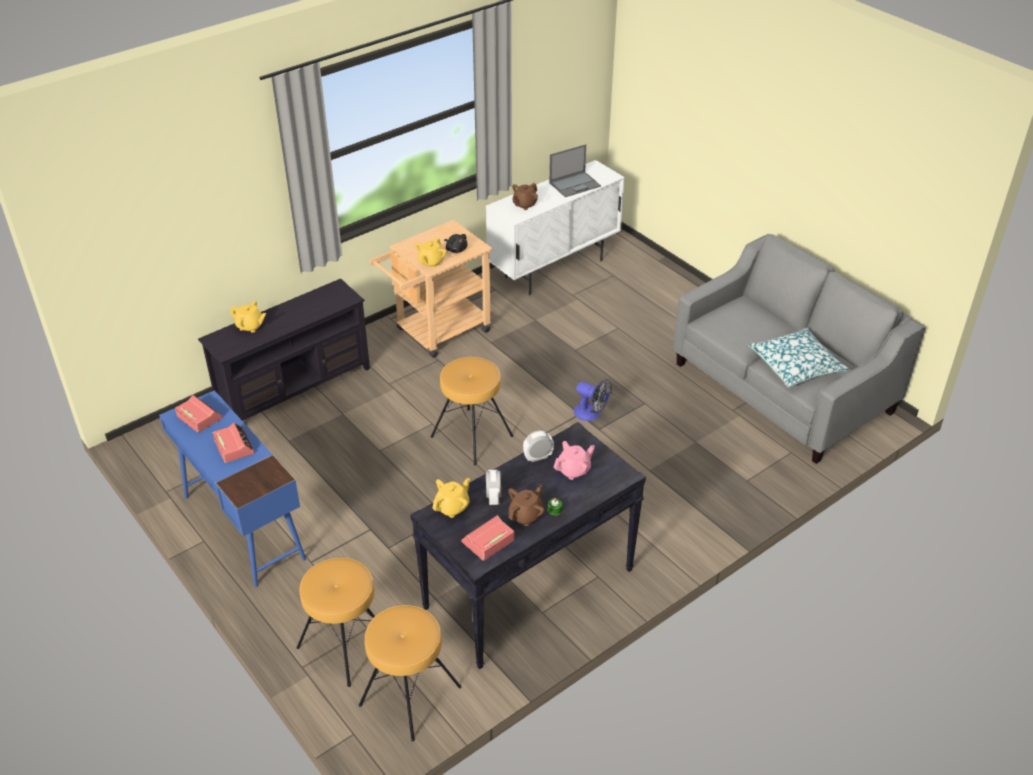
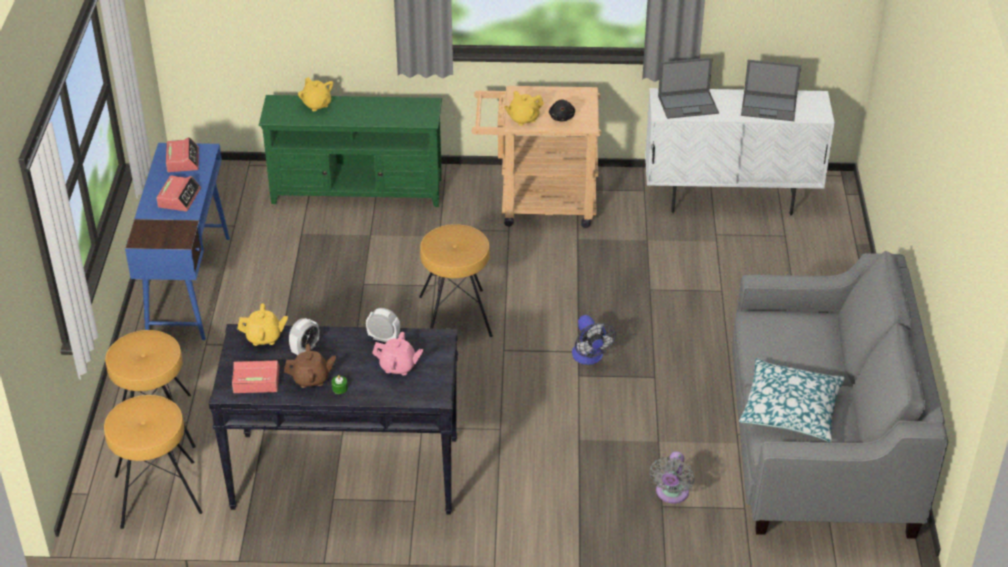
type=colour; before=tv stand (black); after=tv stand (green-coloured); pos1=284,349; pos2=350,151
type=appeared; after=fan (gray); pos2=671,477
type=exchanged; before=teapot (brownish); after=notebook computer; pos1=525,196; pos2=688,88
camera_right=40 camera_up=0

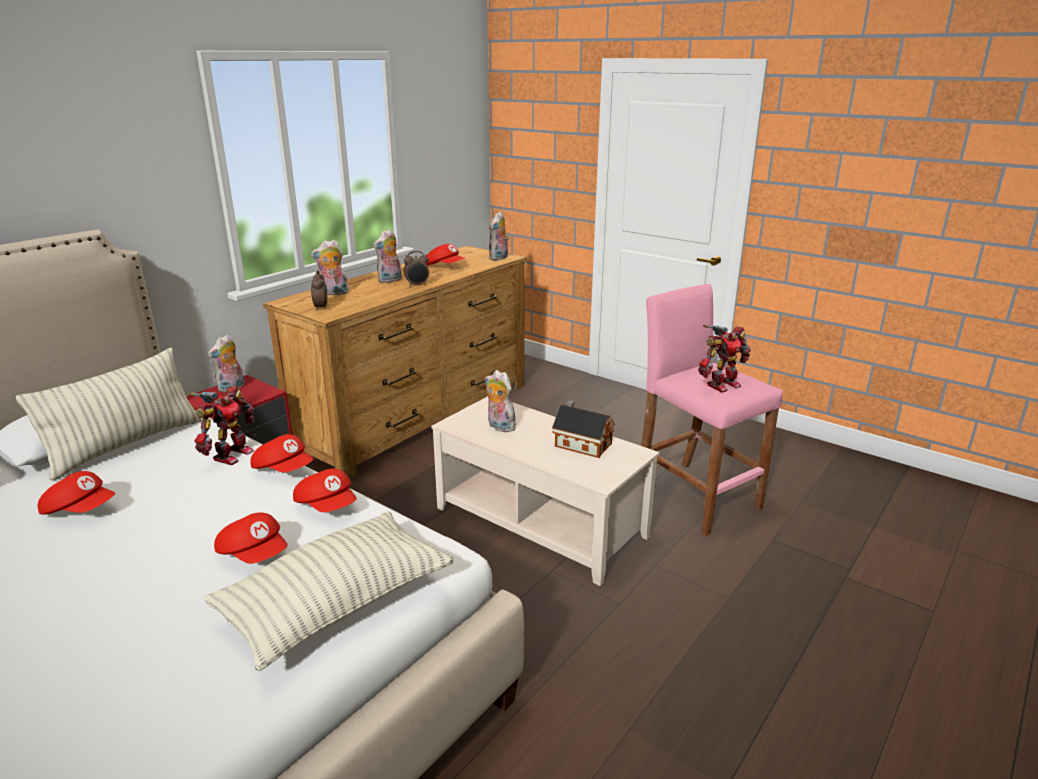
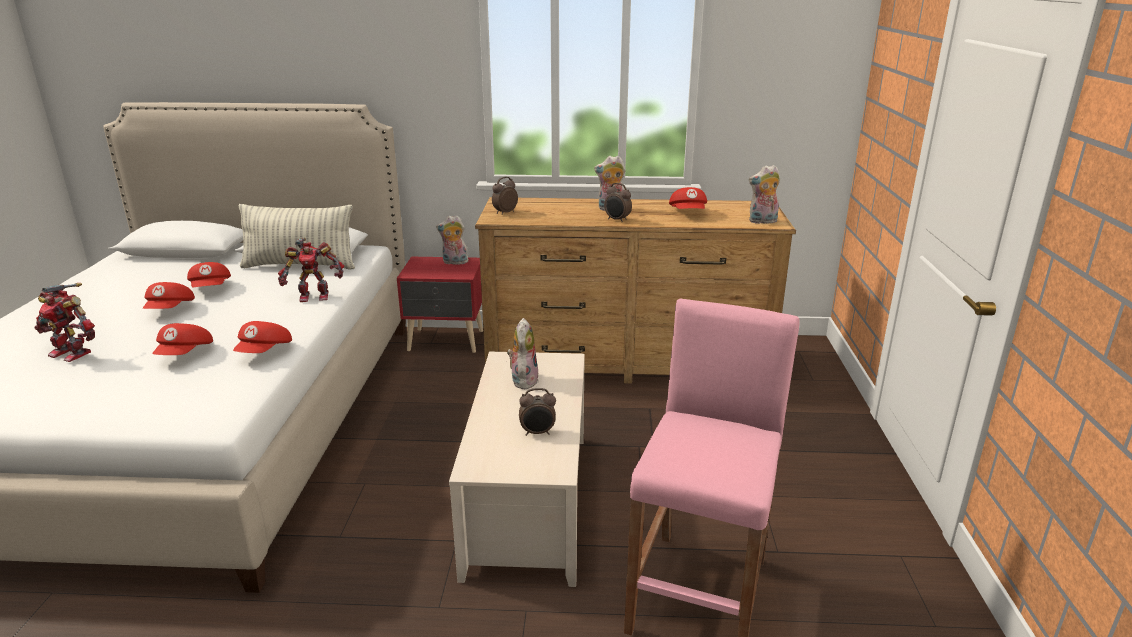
type=relocated; before=toy robot; pos1=724,359; pos2=65,322
type=relocated; before=baseball cap (reddish); pos1=281,453; pos2=169,295
type=exchanged; before=model house; after=alarm clock; pos1=583,429; pos2=537,412
type=missing; before=pillow; pos1=328,591
type=missing; before=soft toy; pos1=330,267
camera_right=55 camera_up=0

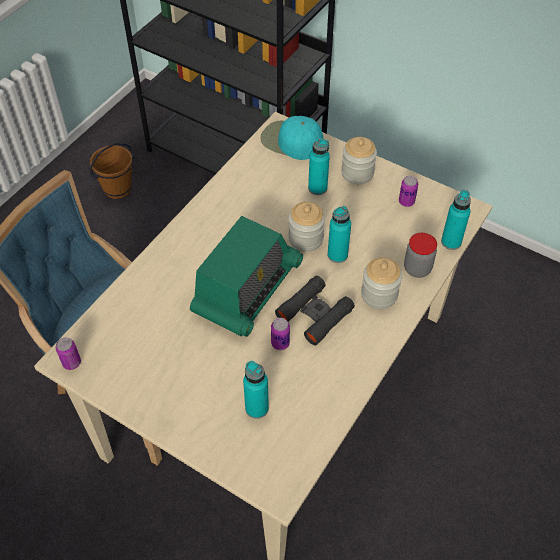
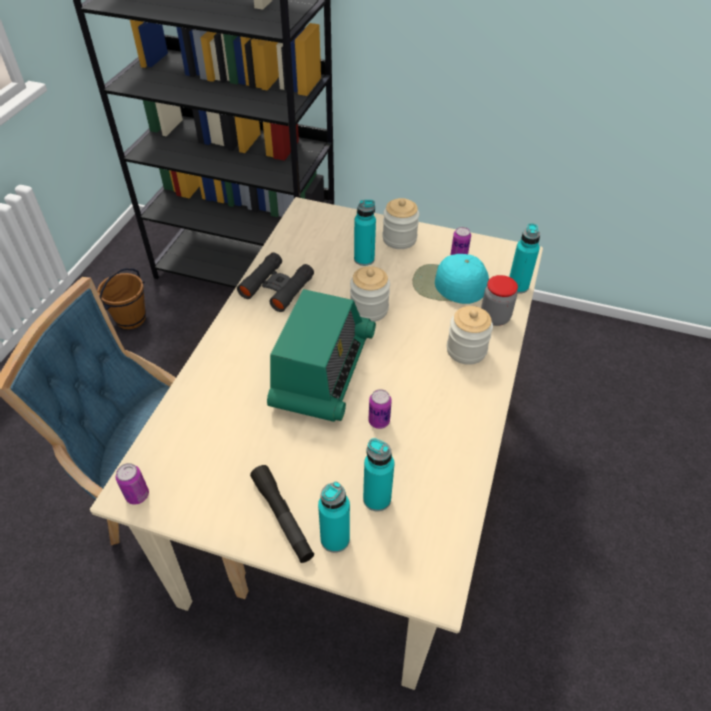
type=relocated; before=pair of binoculars (black); pos1=315,310; pos2=275,282
type=appeared; after=hand torch (black); pos2=282,514
type=relocated; before=drink bottle (turquoise-coloured); pos1=339,234; pos2=334,517
type=relocated; before=baseball cap (turquoise-coloured); pos1=291,138; pos2=450,279
camera_right=-15 camera_up=-5

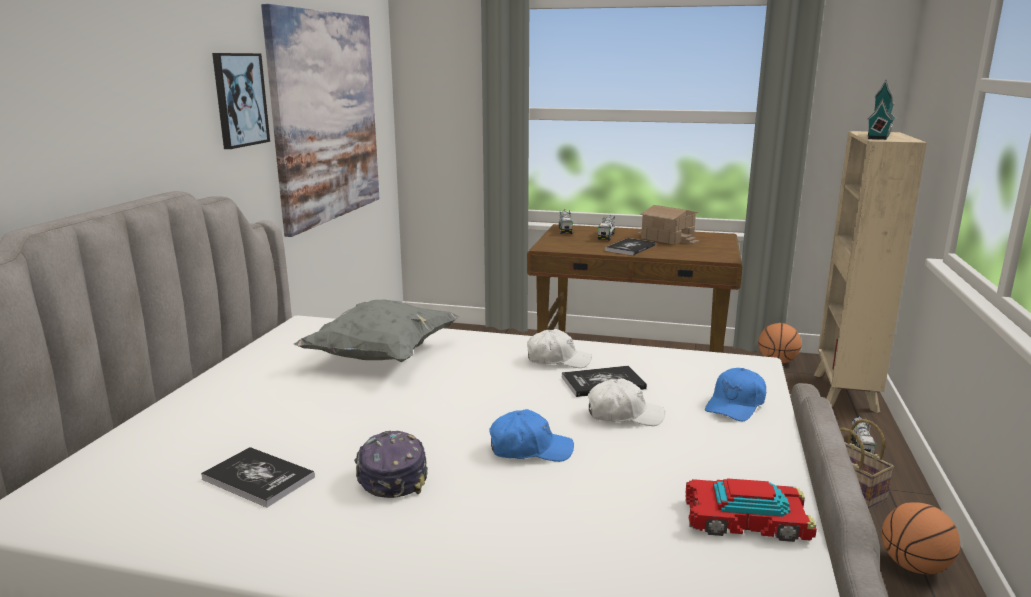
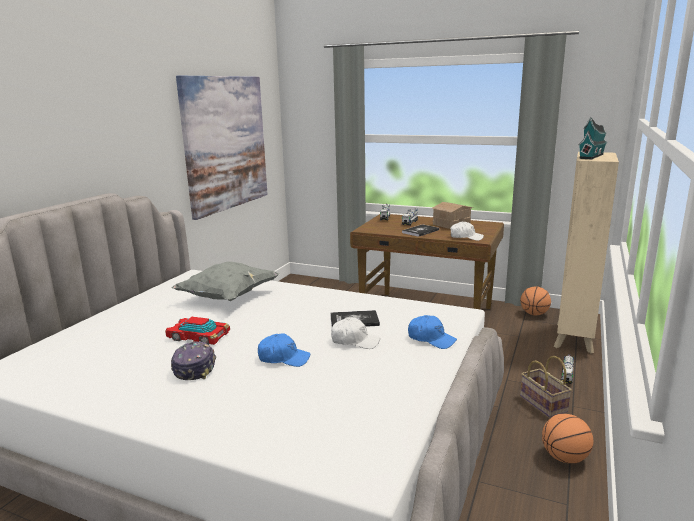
type=relocated; before=model car; pos1=751,510; pos2=197,331
type=spun; before=baseball cap (bluish); pos1=735,395; pos2=432,332; turn=-105
type=relocated; before=baseball cap (whitish); pos1=559,348; pos2=467,231
type=missing; before=volume; pos1=258,477
type=missing; before=picture; pos1=241,101
camera_right=10 camera_up=0

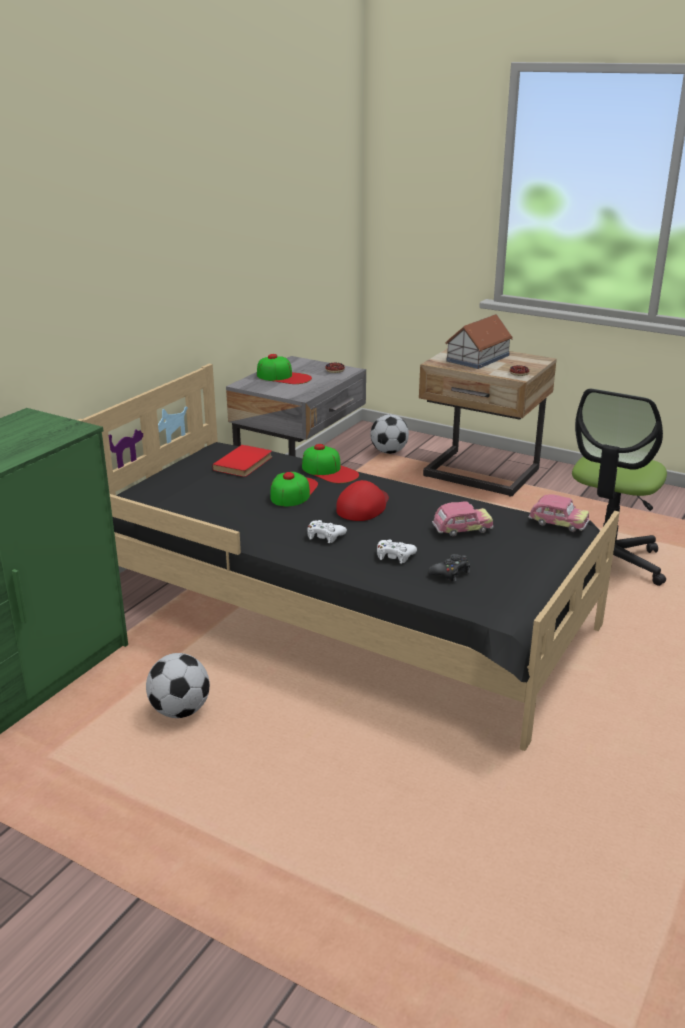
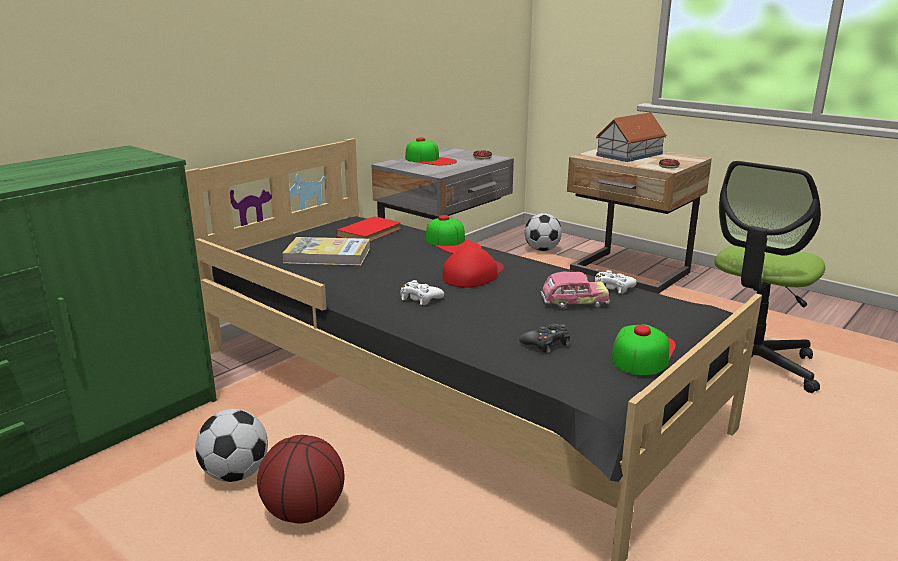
type=appeared; after=ball for basketball; pos2=300,479
type=appeared; after=volume; pos2=326,251
type=relocated; before=gamepad (whitish); pos1=397,551; pos2=615,282
type=relocated; before=baseball cap; pos1=294,489; pos2=643,349
type=missing; before=model car; pos1=558,513
camera_right=10 camera_up=-5

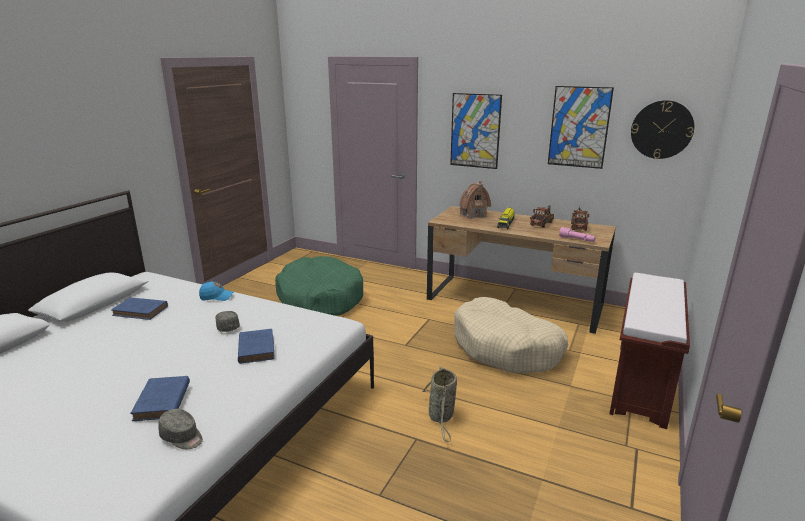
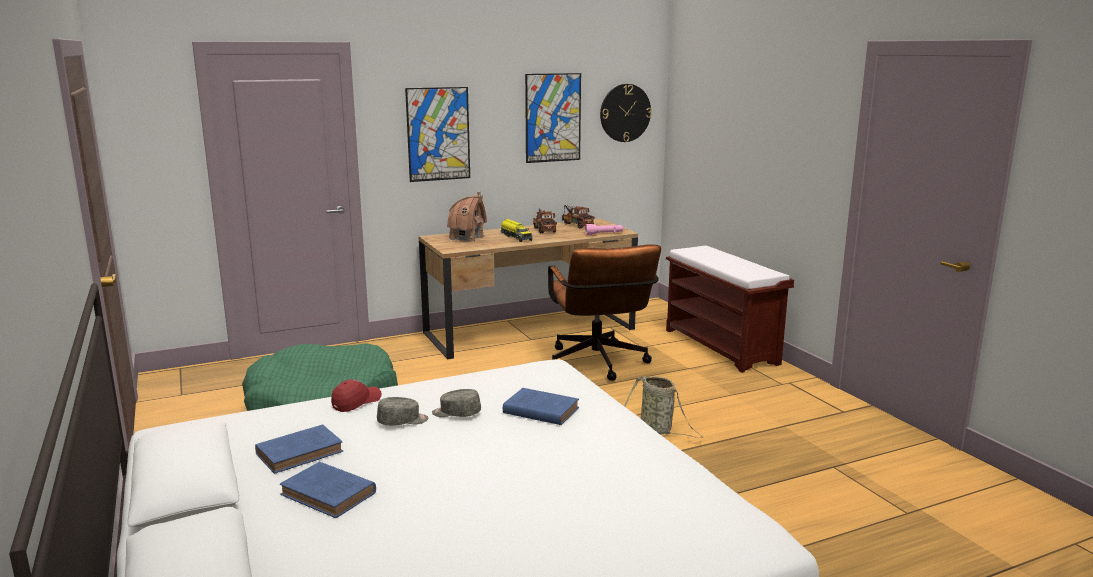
type=relocated; before=volume (bluish); pos1=160,398; pos2=328,490
type=colour; before=baseball cap (bluish); after=baseball cap (reddish); pos1=216,291; pos2=356,395
type=relocated; before=baseball cap (gray); pos1=180,429; pos2=402,411
type=exchanged; before=pet bed (beige-coloured); after=desk chair (brownish); pos1=511,335; pos2=604,312
camera_right=-50 camera_up=-5

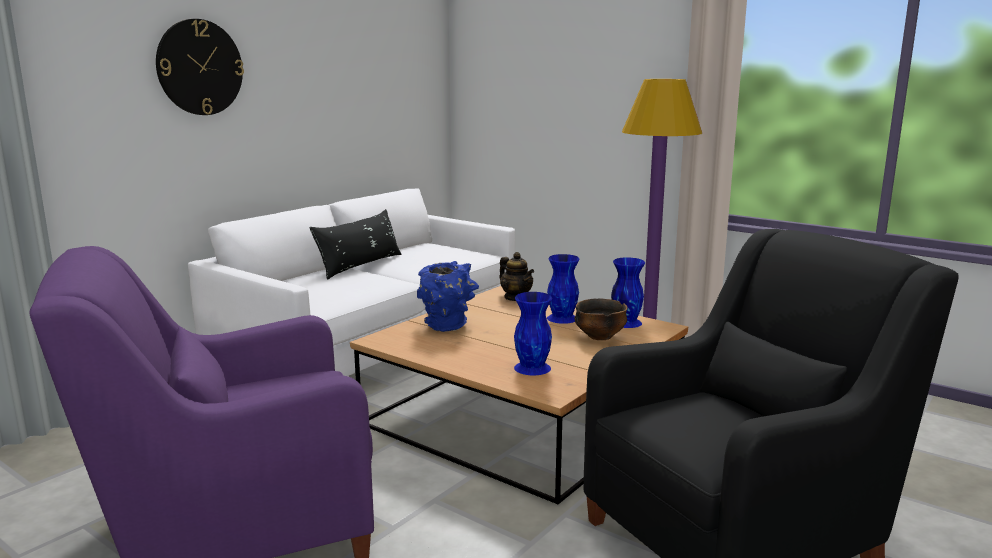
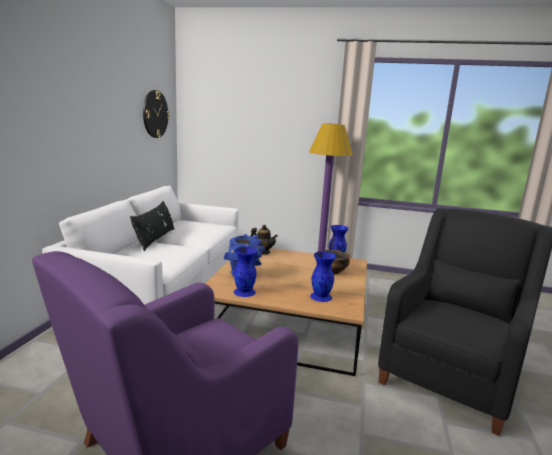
type=relocated; before=clock on the wall; pos1=200,67; pos2=156,114
type=relocated; before=decorative vase (bluish); pos1=563,289; pos2=245,272
camera_right=-25 camera_up=0

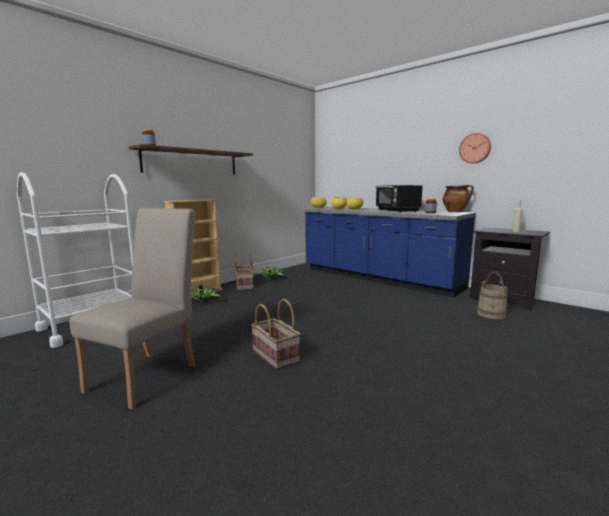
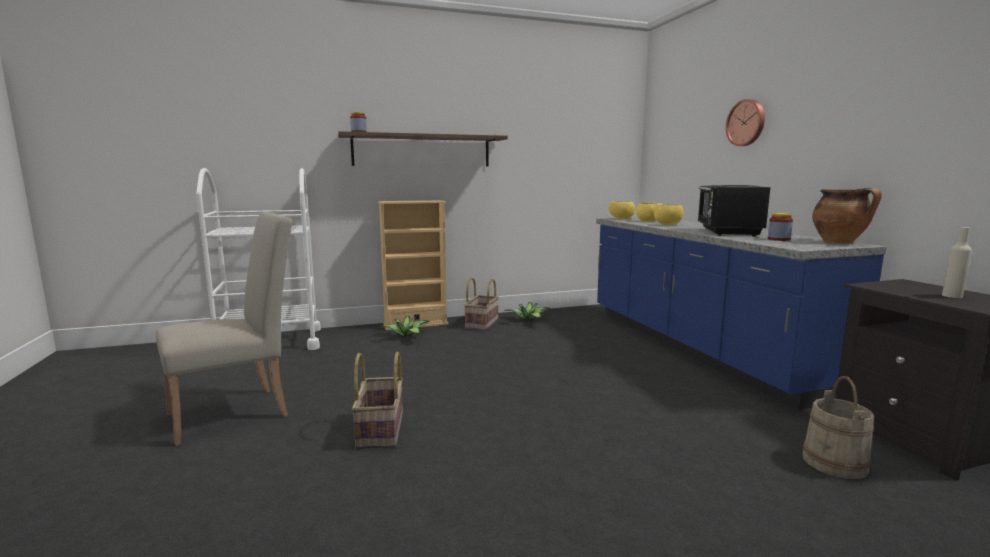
type=relocated; before=clock on the wall; pos1=475,148; pos2=745,122
camera_right=30 camera_up=0

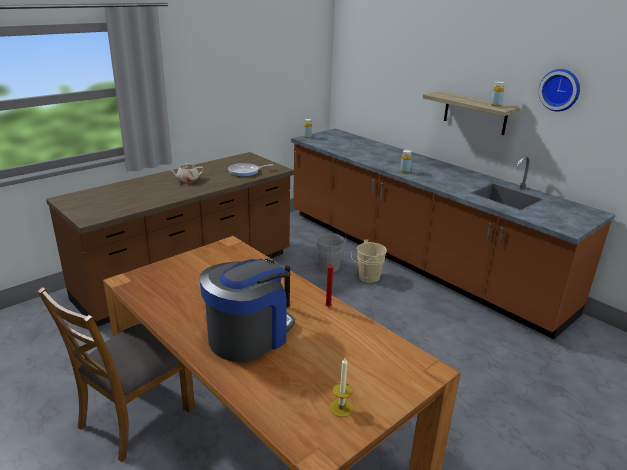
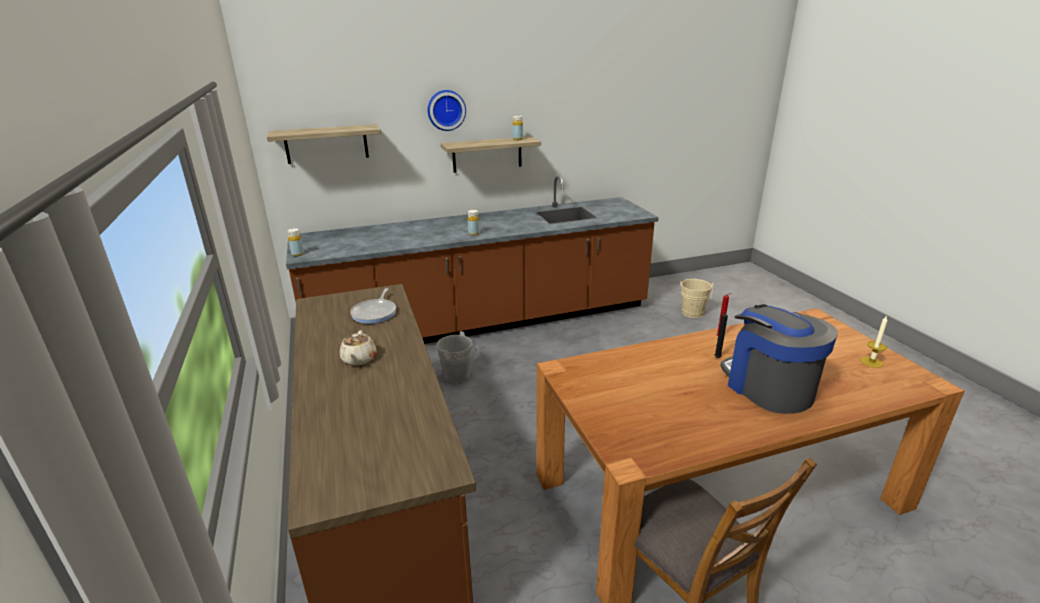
type=appeared; after=shelf; pos2=324,144
type=relocated; before=clock on the wall; pos1=559,90; pos2=447,110
type=relocated; before=water bucket (beige-coloured); pos1=369,260; pos2=696,298
camera_right=-65 camera_up=0

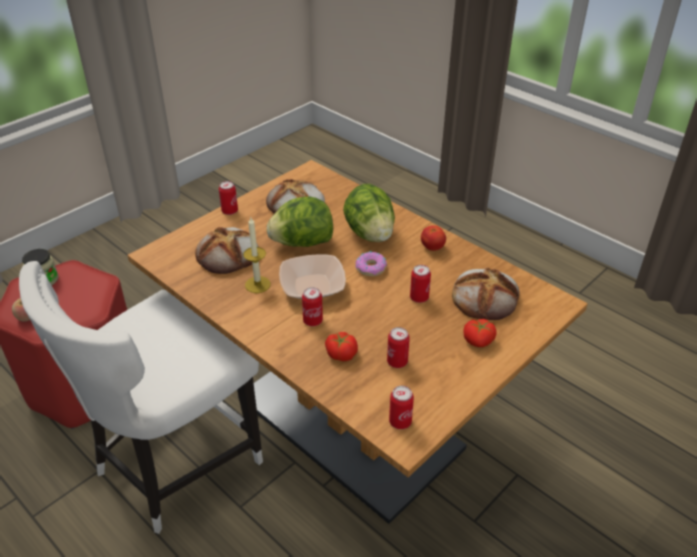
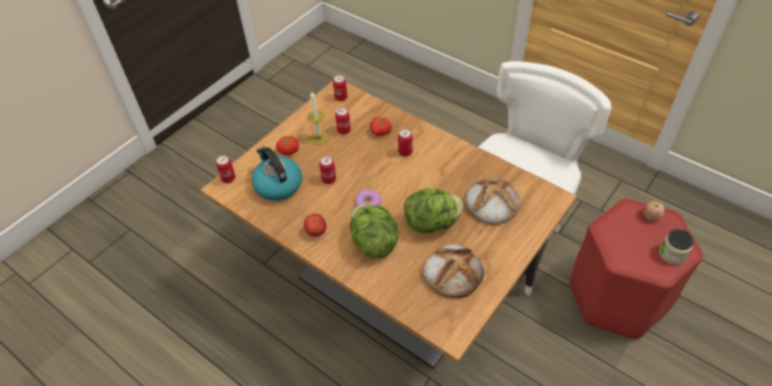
type=relocated; before=sealed can; pos1=228,198; pos2=226,169
type=exchanged; before=bread; after=water kettle; pos1=486,294; pos2=277,173
type=relocated; before=wax light; pos1=257,255; pos2=318,118
type=missing; before=bowl; pos1=312,277
camera_right=175 camera_up=10

